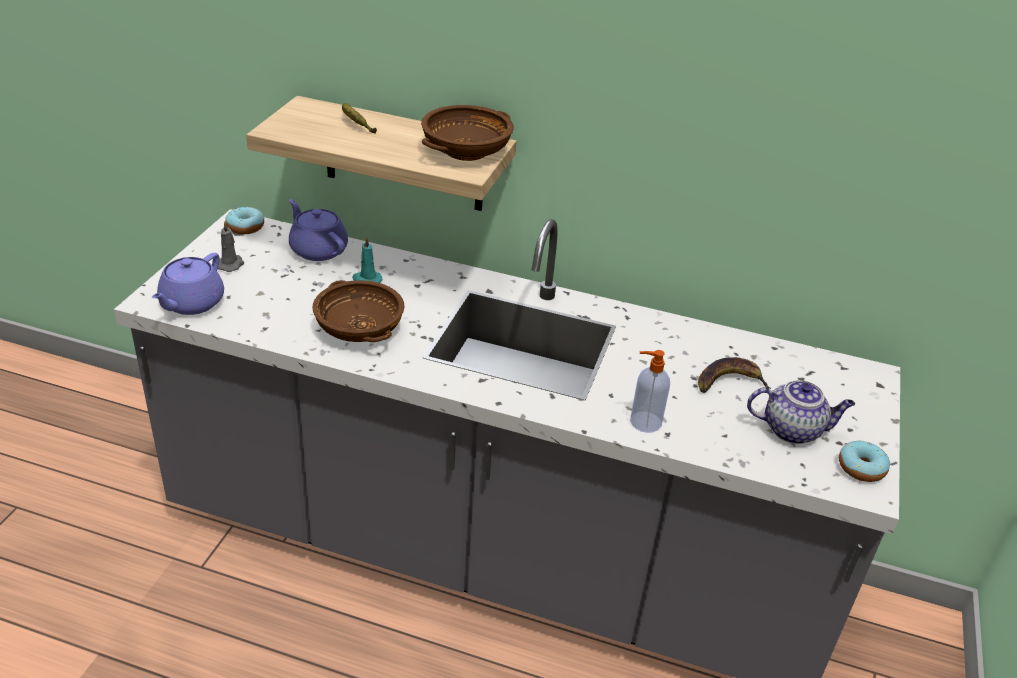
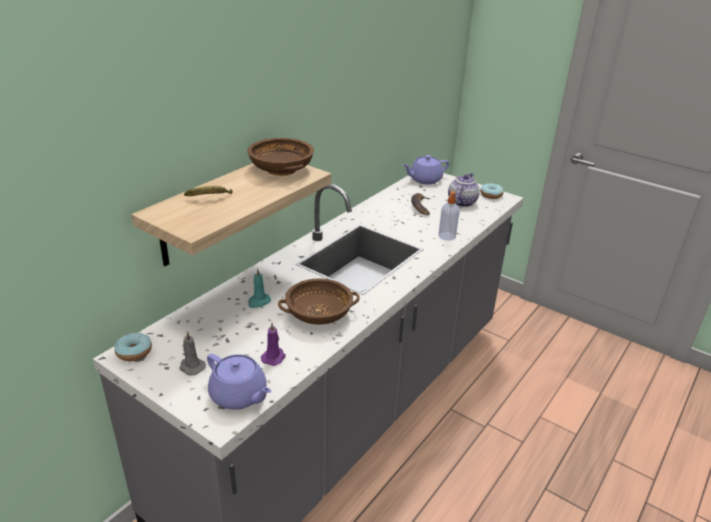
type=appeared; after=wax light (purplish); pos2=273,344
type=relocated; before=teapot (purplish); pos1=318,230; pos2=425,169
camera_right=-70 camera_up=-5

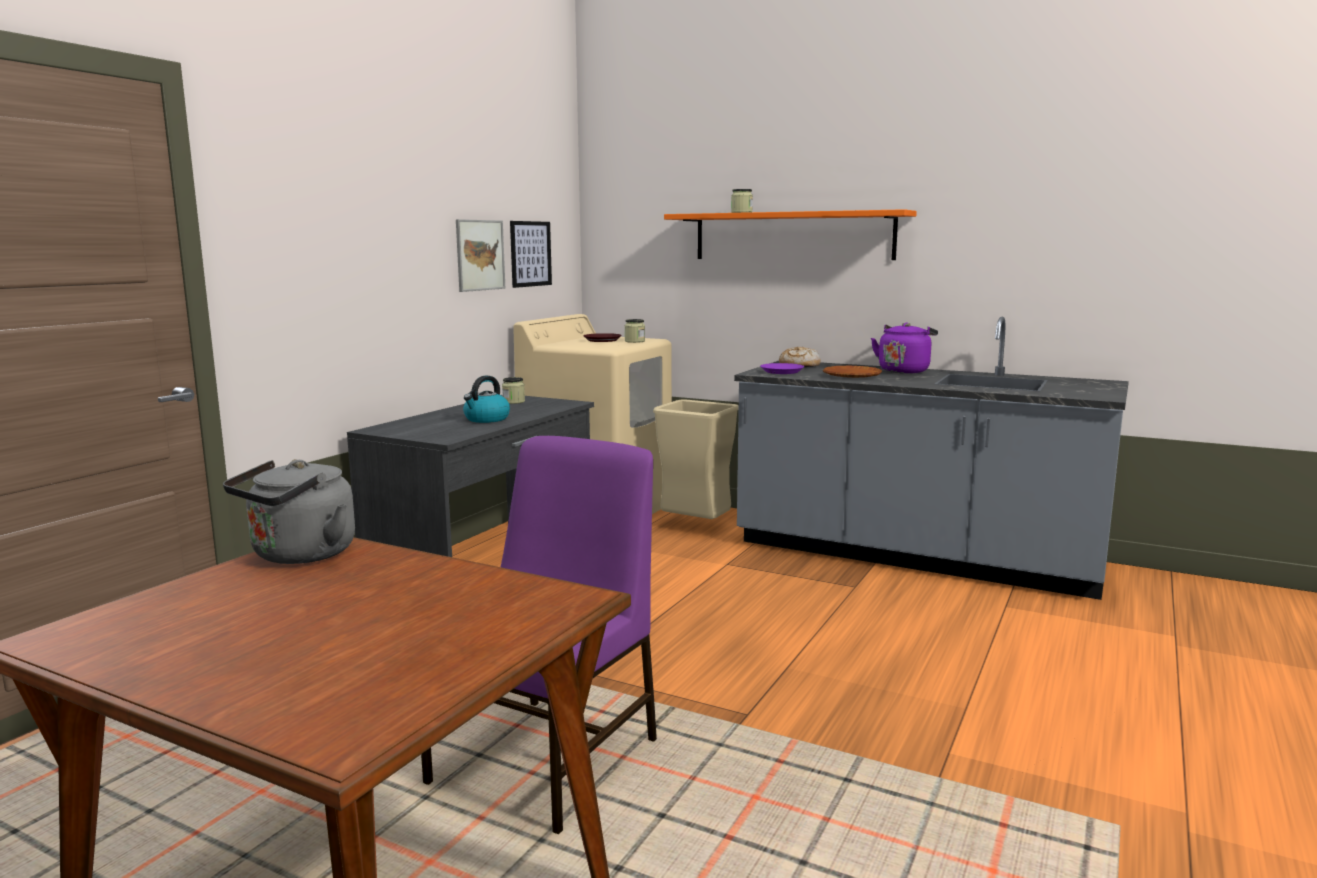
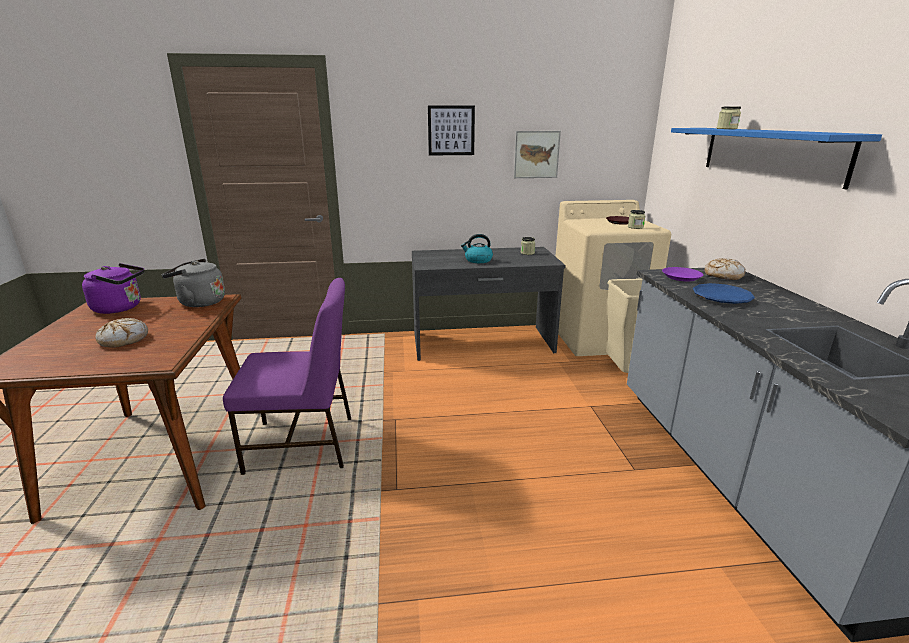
type=relocated; before=water kettle (purplish); pos1=904,347; pos2=113,288
type=appeared; after=bread; pos2=121,333
type=relocated; before=picture; pos1=531,254; pos2=451,130
type=colour; before=shelf (orangey); after=shelf (bluish); pos1=790,234; pos2=776,158
type=colour; before=flat dish (brownish); after=flat dish (bluish); pos1=852,372; pos2=724,293
camera_right=55 camera_up=10

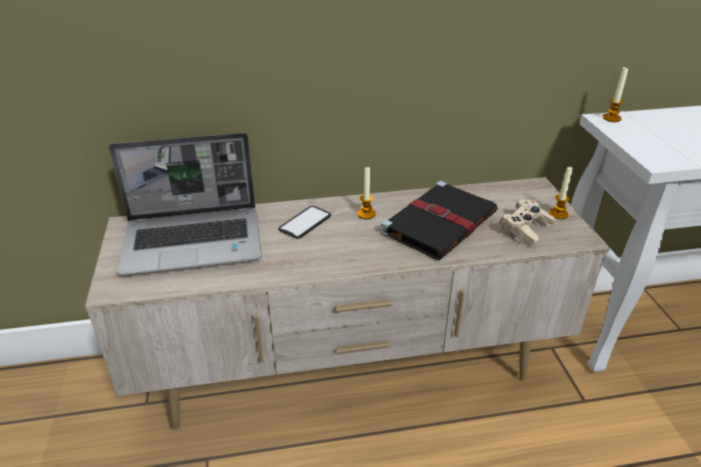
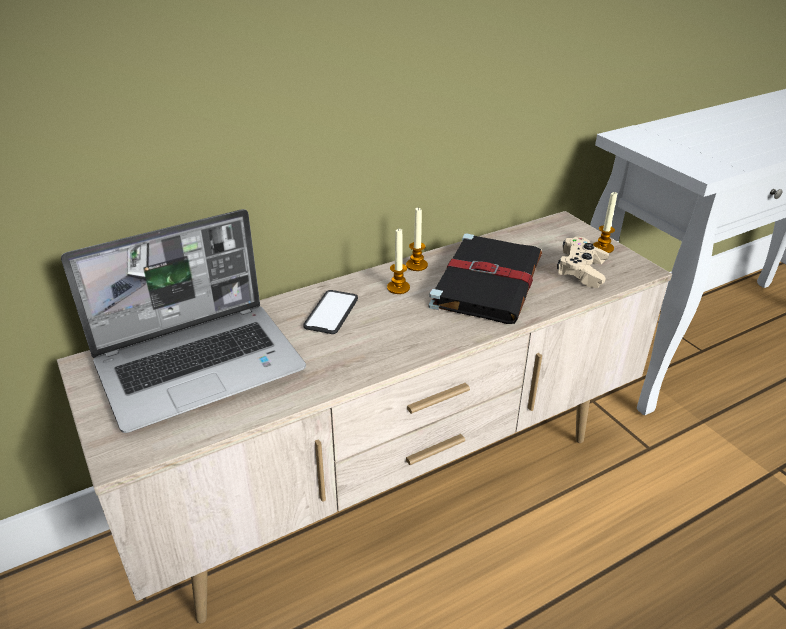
type=relocated; before=wax light; pos1=615,94; pos2=417,239
camera_right=-20 camera_up=0

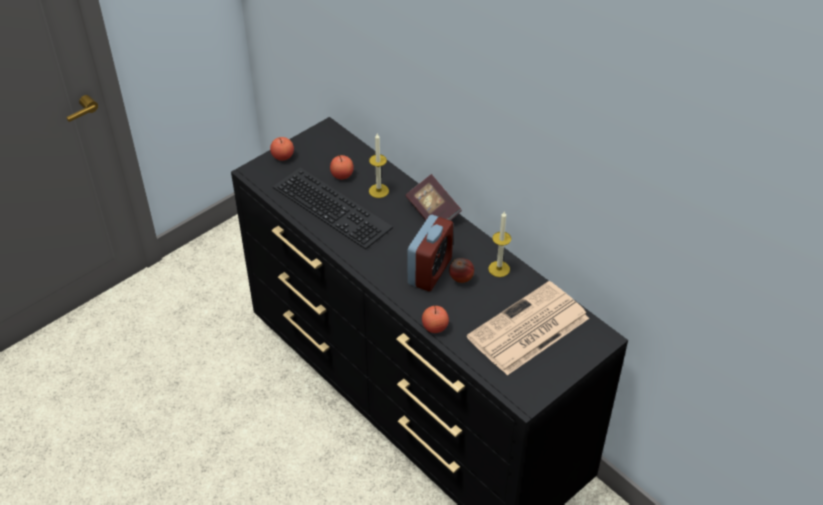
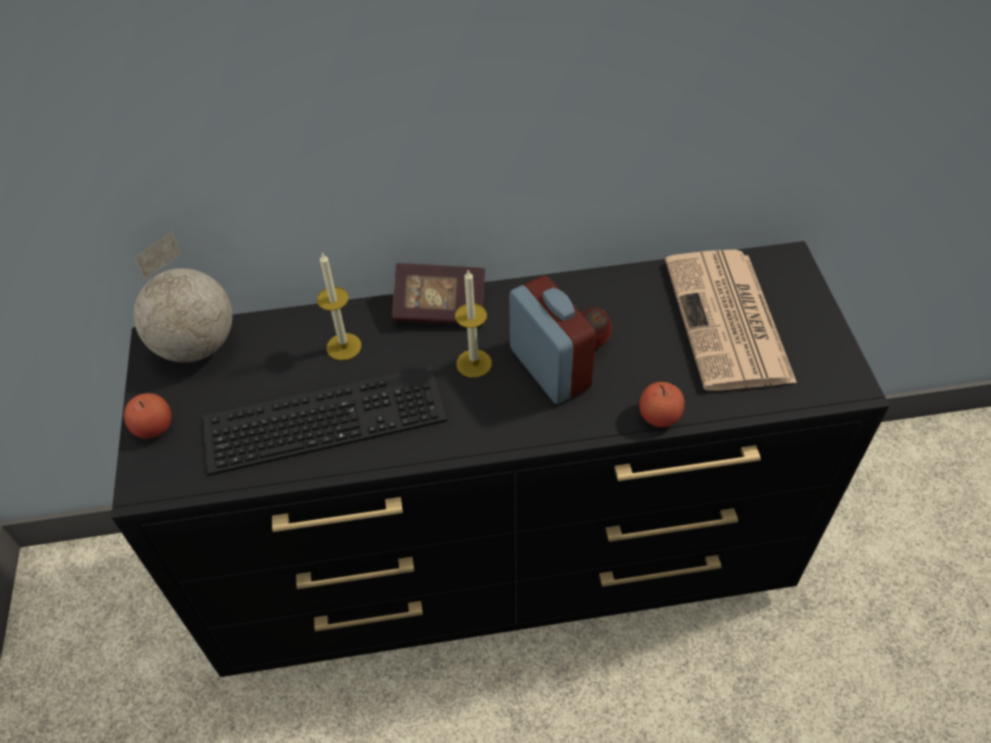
type=appeared; after=world globe; pos2=183,296
type=relocated; before=wax light; pos1=499,244; pos2=473,324
type=missing; before=apple fruit; pos1=342,167
camera_right=-55 camera_up=5

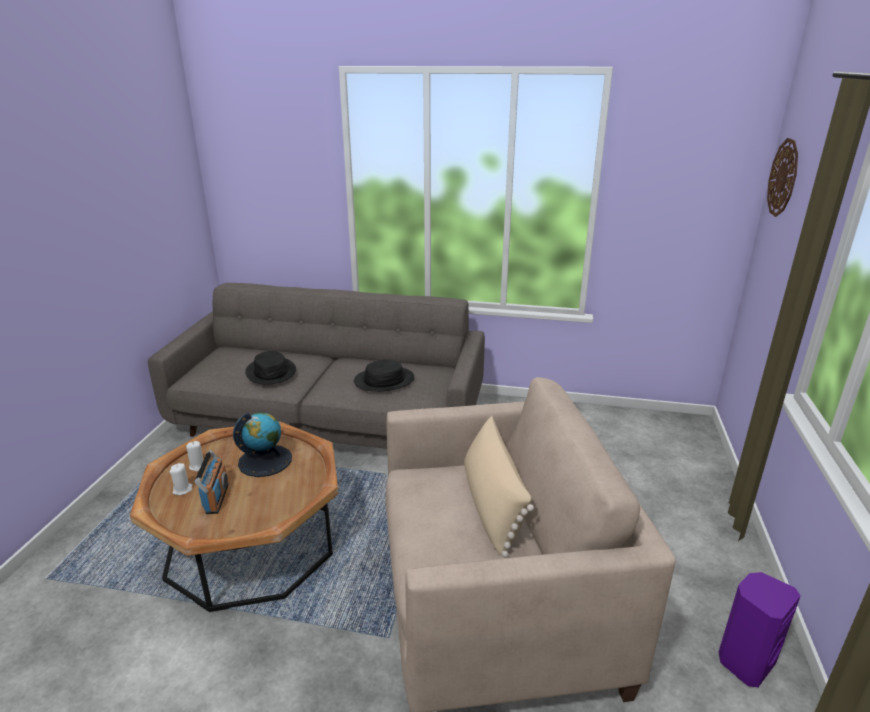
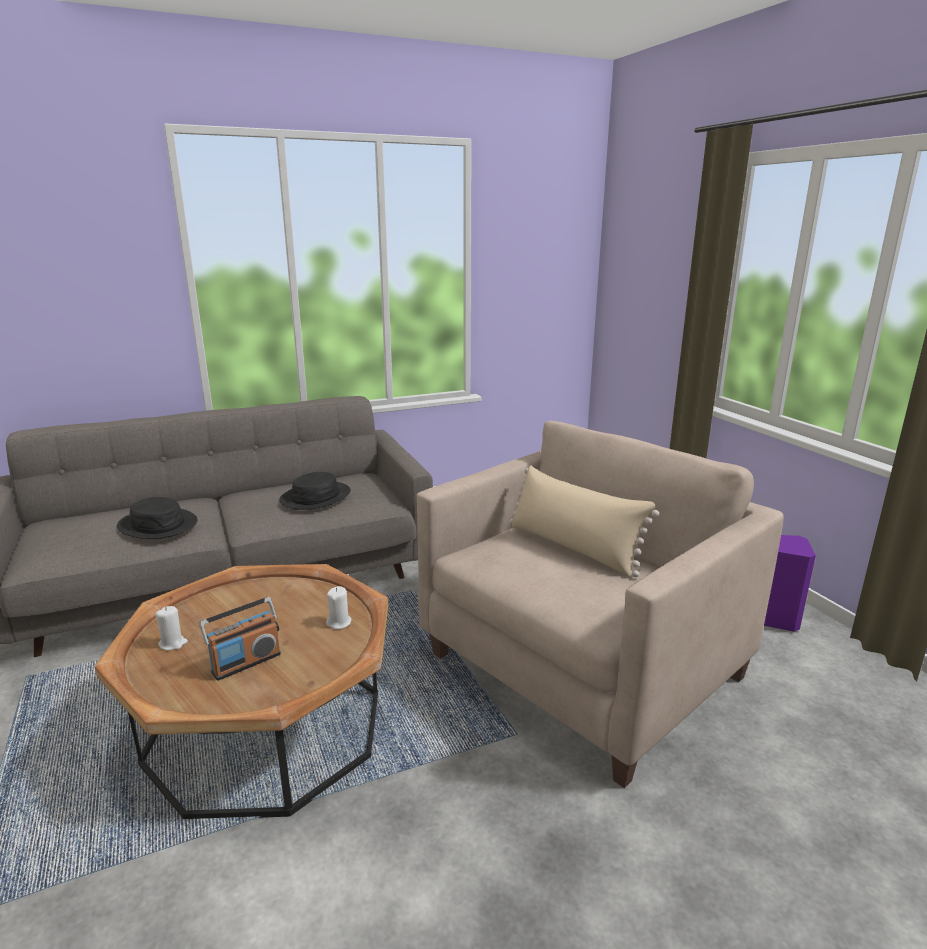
type=spun; before=radio set; pos1=212,482; pos2=240,639; turn=90
type=relocated; before=wax light (whitish); pos1=181,479; pos2=339,608
type=missing; before=world globe; pos1=262,444
type=missing; before=clock on the wall; pos1=782,177
camera_right=-35 camera_up=-5

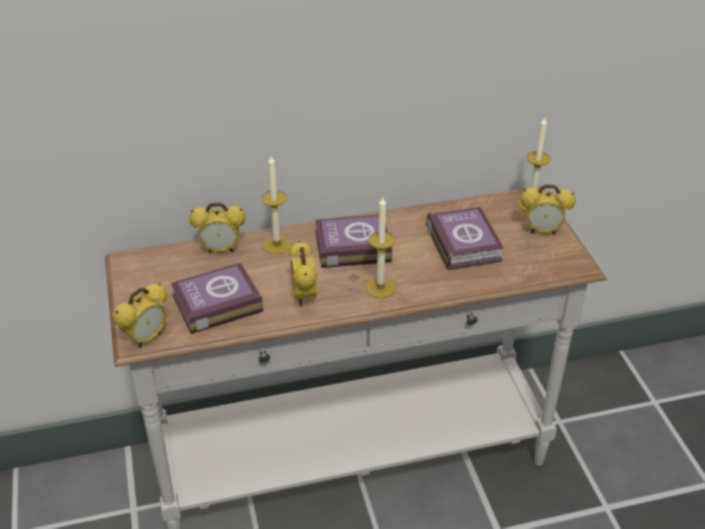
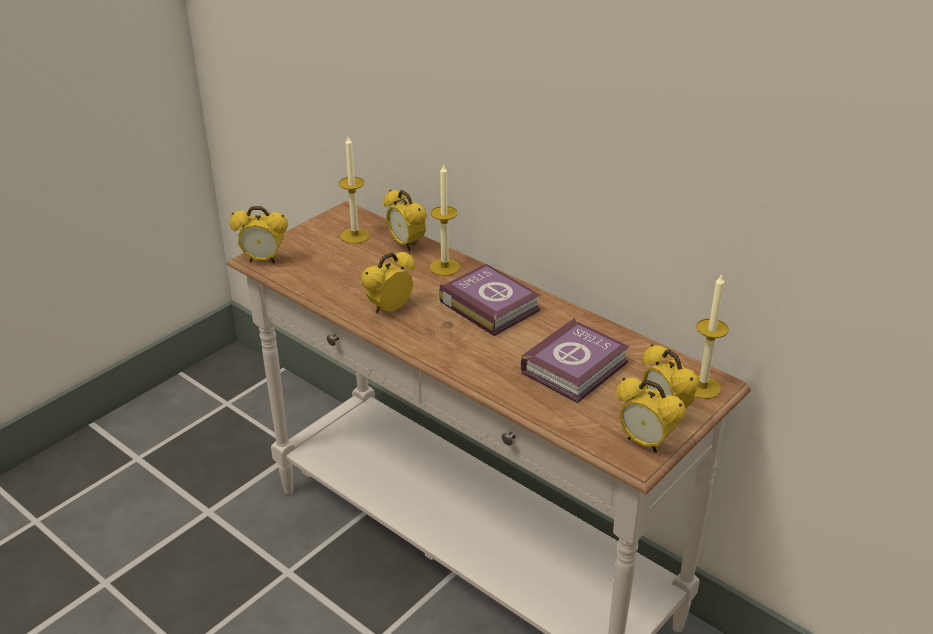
type=relocated; before=wax light; pos1=380,247; pos2=354,190
type=appeared; after=alarm clock; pos2=651,415
type=missing; before=volume; pos1=217,298
camera_right=55 camera_up=-5

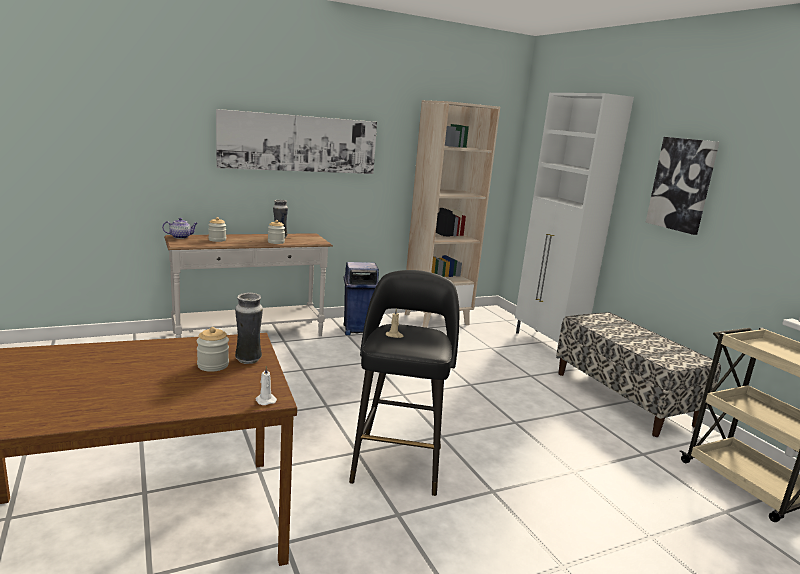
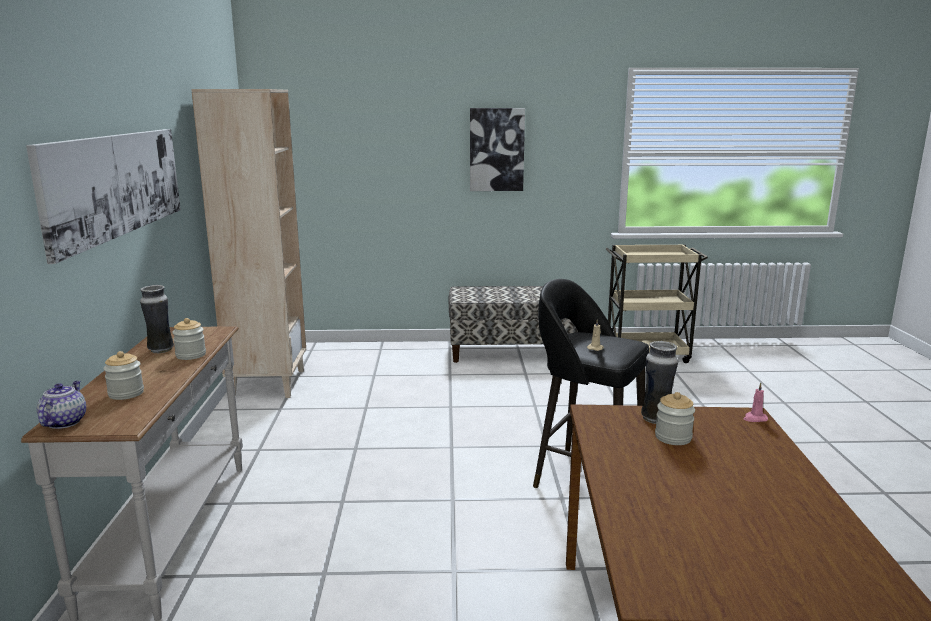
type=colour; before=wax light (whitish); after=wax light (pink); pos1=266,385; pos2=755,402
type=missing; before=waste bin (bluish); pos1=361,298
type=missing; before=storage cabinet (whitish); pos1=574,226
camera_right=-65 camera_up=0

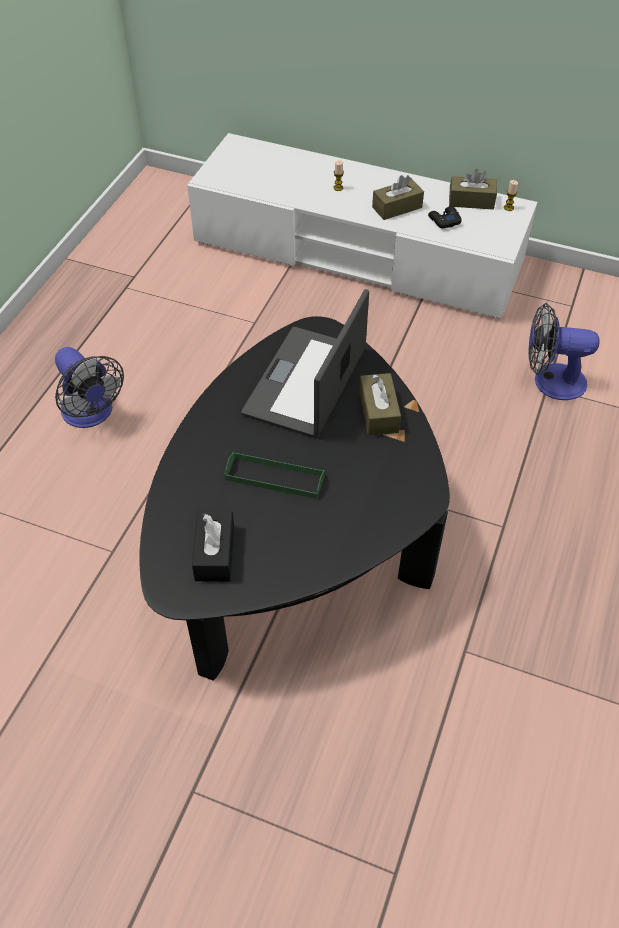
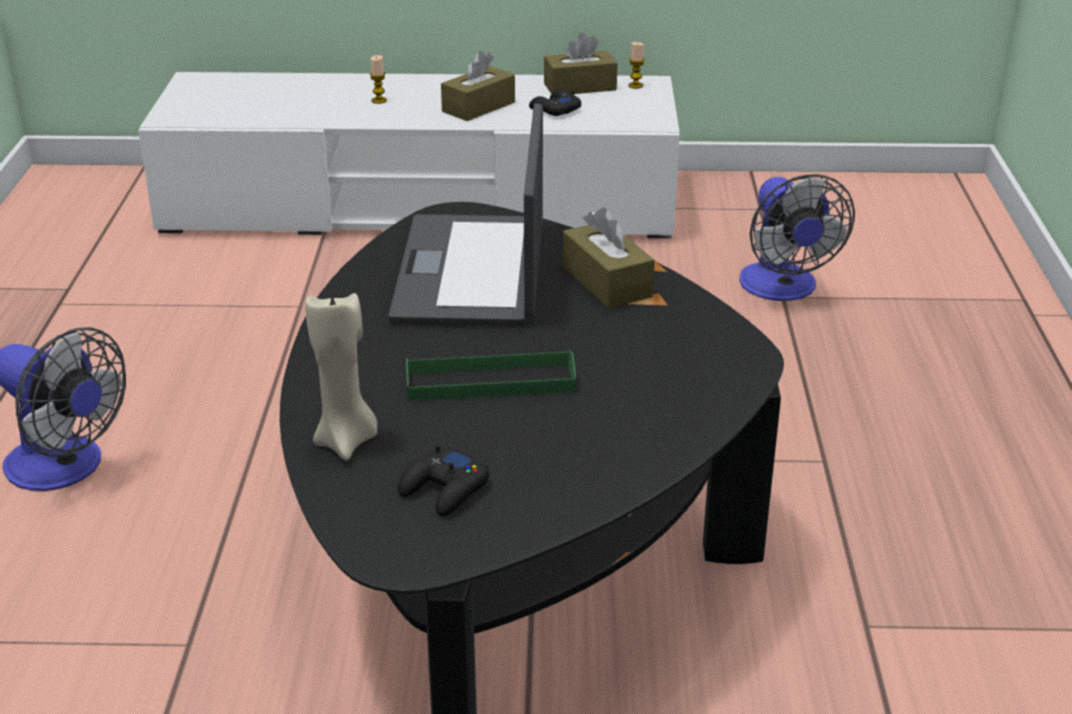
type=appeared; after=wax light (beige-coloured); pos2=341,374
type=exchanged; before=box of tissues (black); after=gamepad (black); pos1=213,545; pos2=443,480
type=spun; before=fan; pos1=564,351; pos2=797,237; turn=-90
camera_right=-20 camera_up=-20

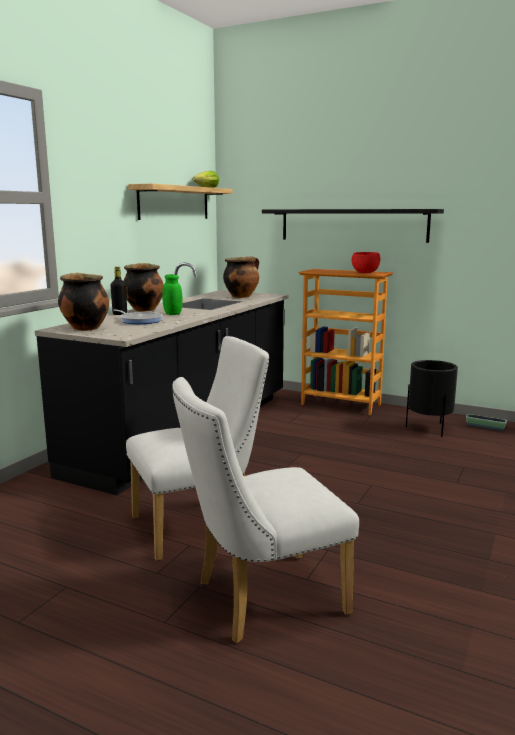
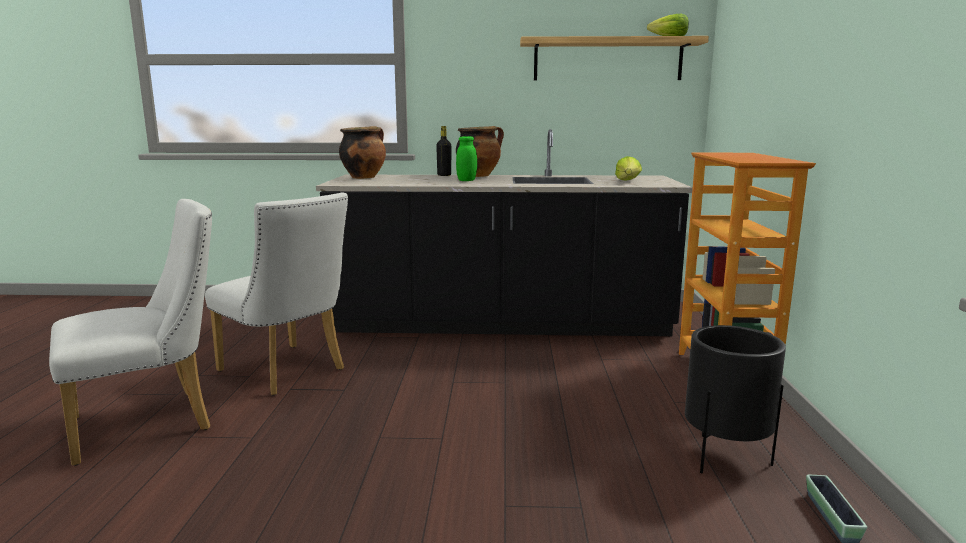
type=spun; before=upright chair (whitish); pos1=265,510; pos2=130,332; turn=105
type=exchanged; before=saucepot; after=lettuce; pos1=241,277; pos2=628,168
type=missing; before=pan; pos1=138,316
type=missing; before=shelf (black); pos1=353,226
type=missing; before=bowl (reddish); pos1=366,262
camera_right=65 camera_up=0

